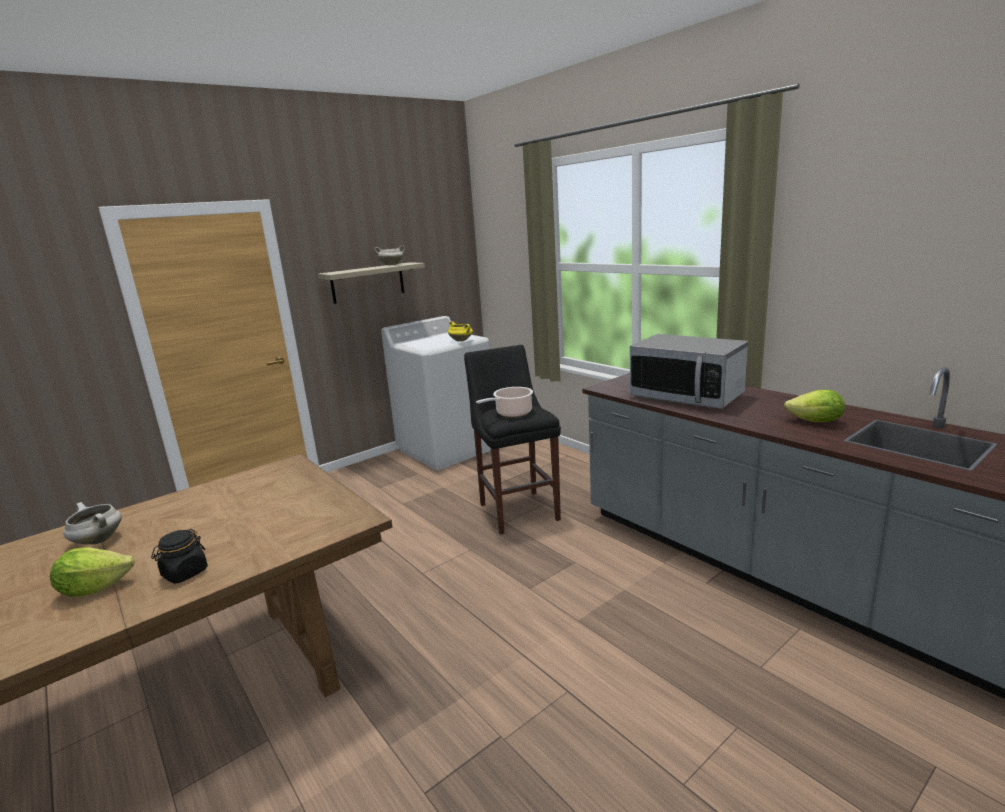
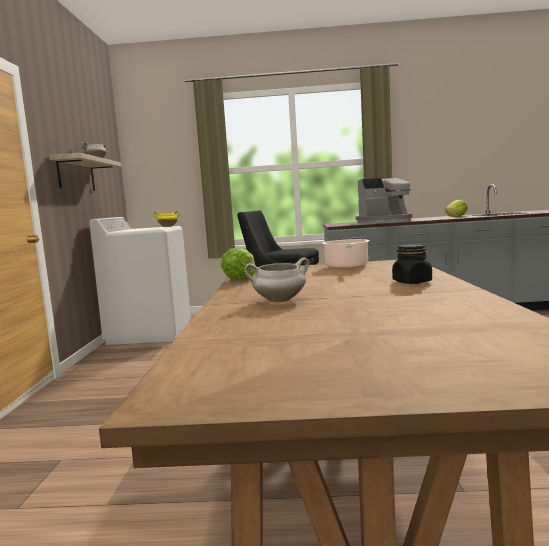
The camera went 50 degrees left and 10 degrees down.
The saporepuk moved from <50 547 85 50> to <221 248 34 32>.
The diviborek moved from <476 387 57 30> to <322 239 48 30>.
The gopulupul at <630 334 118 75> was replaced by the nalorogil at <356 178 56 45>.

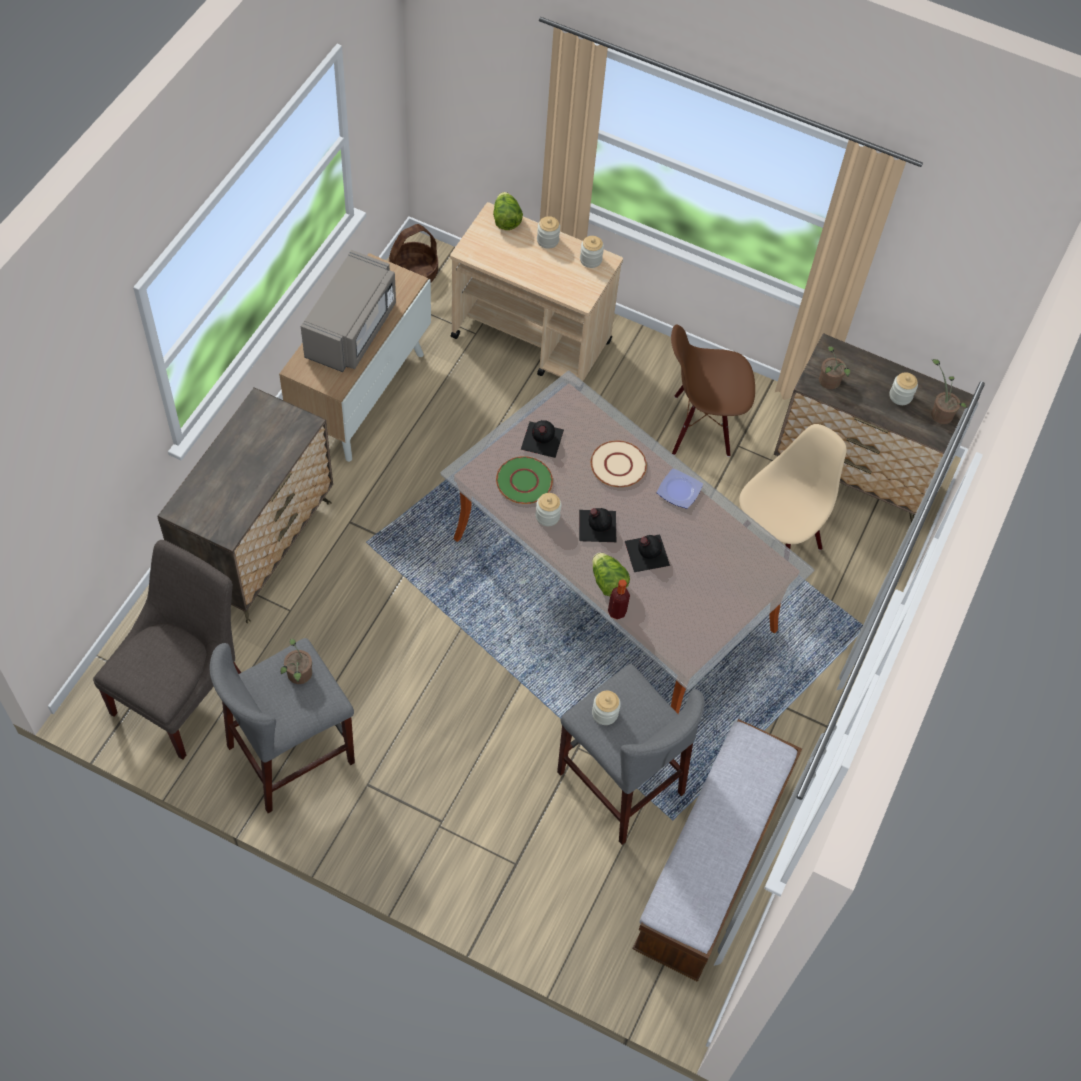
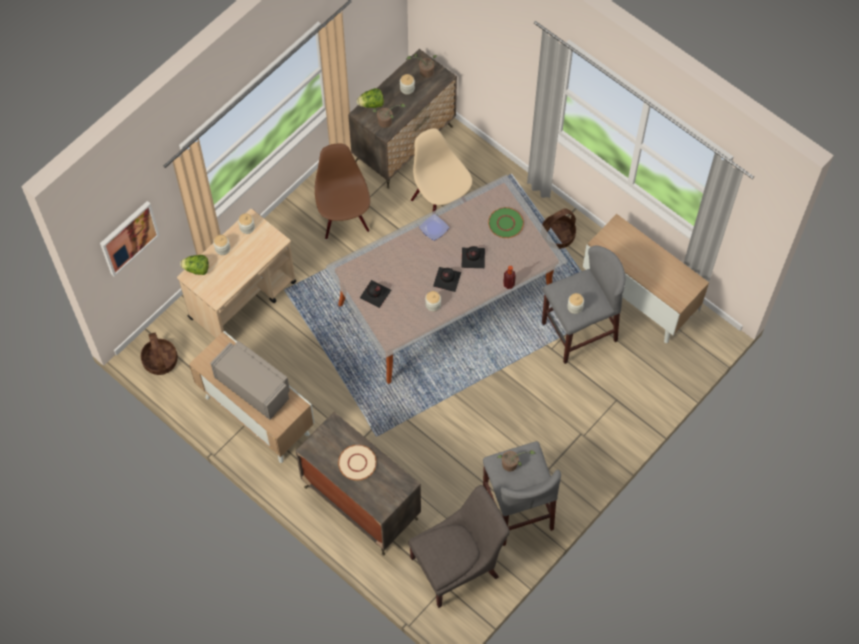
The camera went 70 degrees left and 5 degrees up.
The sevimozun at <100 201 60 76> appeared.
The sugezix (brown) at <671 324 84 133> turned 150 degrees clockwise.
The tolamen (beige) moved from <591 440 56 47> to <338 445 39 35>.
The saporepuk moved from <592 553 38 43> to <357 88 27 20>.
The sugezix (grey) at <93 540 149 220> turned 105 degrees clockwise.
The tolamen (green) moved from <496 456 57 48> to <488 207 36 31>.
The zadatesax at <542 208 34 41> appeared.
The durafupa at <632 719 170 263> was replaced by the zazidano at <583 214 126 130>.

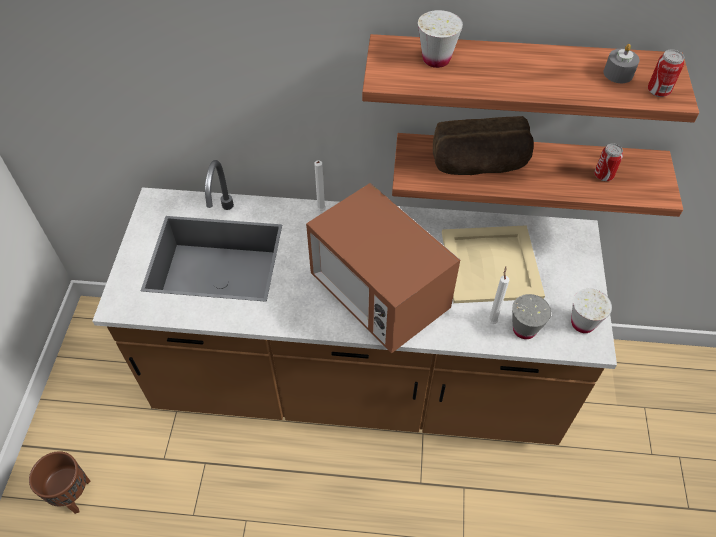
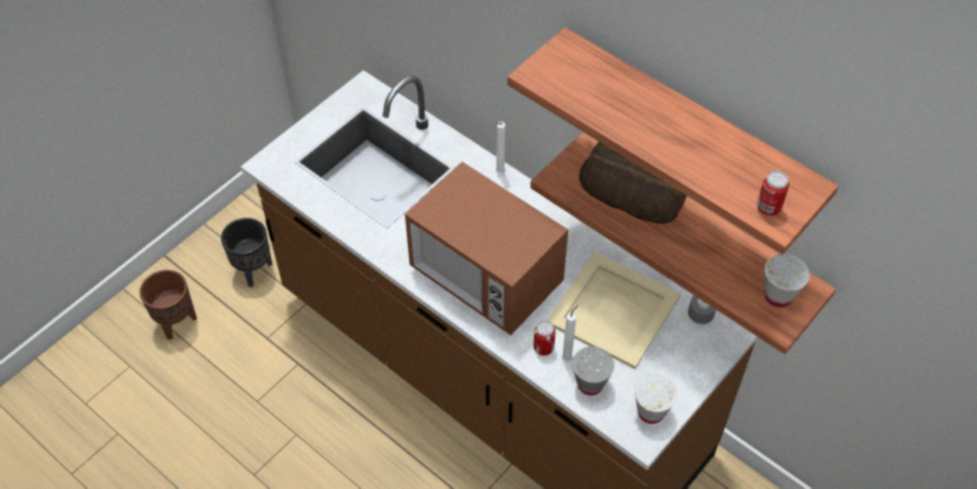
The camera went 35 degrees right and 0 degrees up.
The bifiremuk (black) at <221 218 51 69> appeared.
The gopulupul at <306 183 154 171> turned 45 degrees counterclockwise.
The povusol moved from <594 143 29 38> to <533 321 23 35>.
The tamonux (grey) moved from <604 44 36 39> to <688 295 28 29>.
The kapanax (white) moved from <418 10 45 58> to <765 254 45 53>.

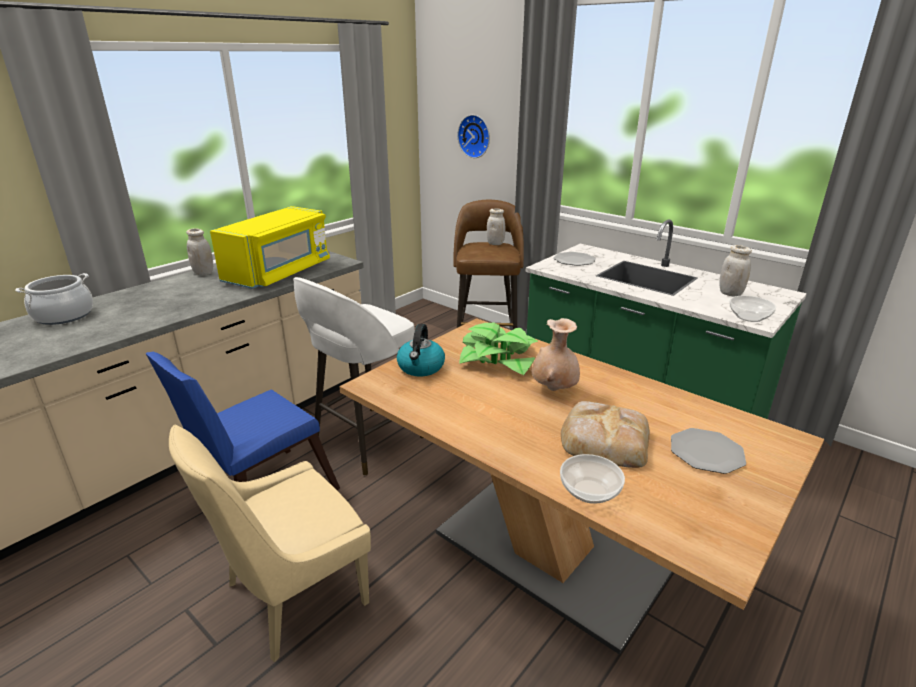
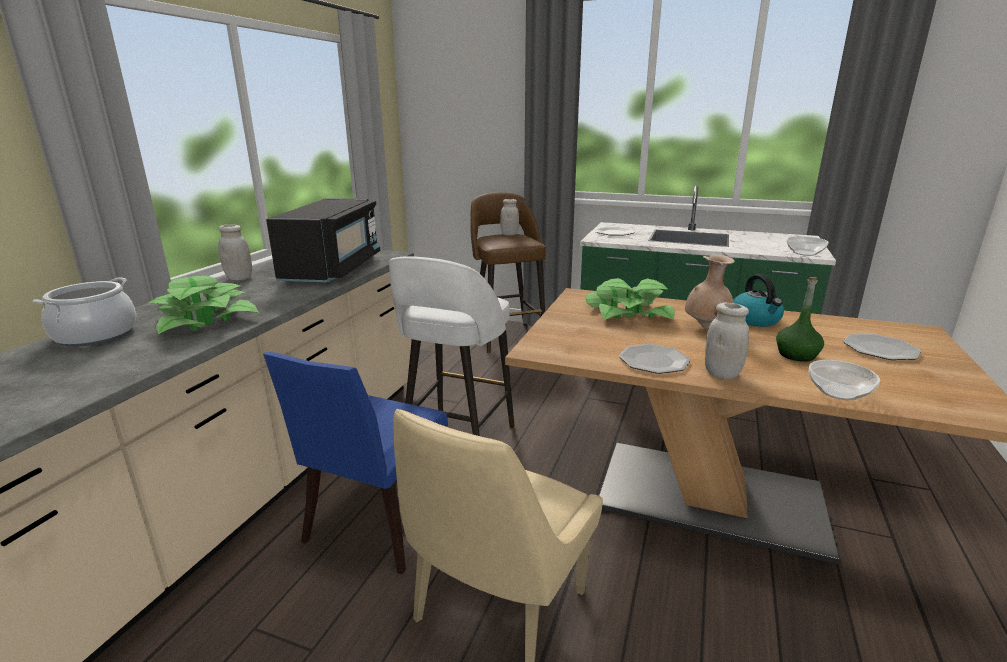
The camera went 20 degrees left and 5 degrees down.
The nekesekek at <148 276 110 58> appeared.
The gopulupul (yellow) at <210 206 120 83> became the gopulupul (black) at <266 198 114 84>.
The tolamen at <619 344 71 30> appeared.
The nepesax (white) moved from <719 245 33 52> to <705 302 44 77>.
The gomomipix moved from <397 324 48 52> to <733 274 51 53>.
The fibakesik at <561 401 89 67> was replaced by the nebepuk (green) at <776 277 48 85>.
The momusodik at <458 115 32 43> disappeared.

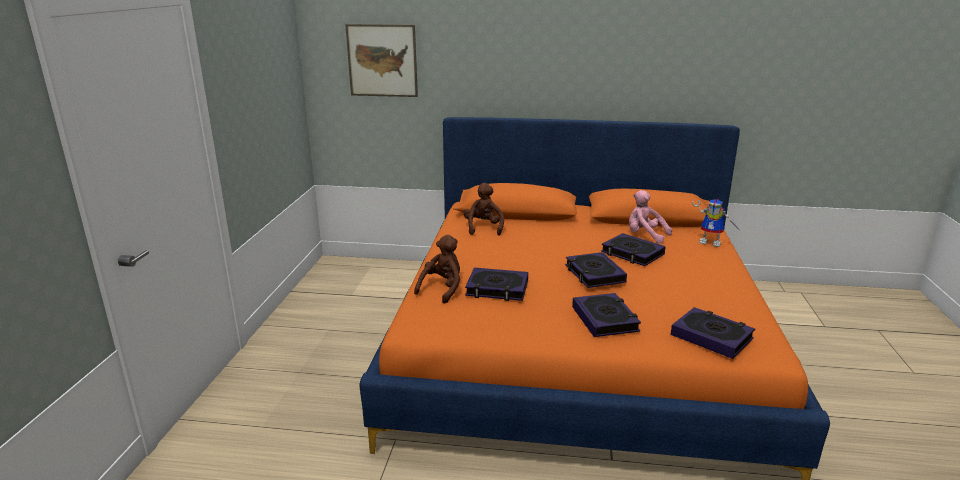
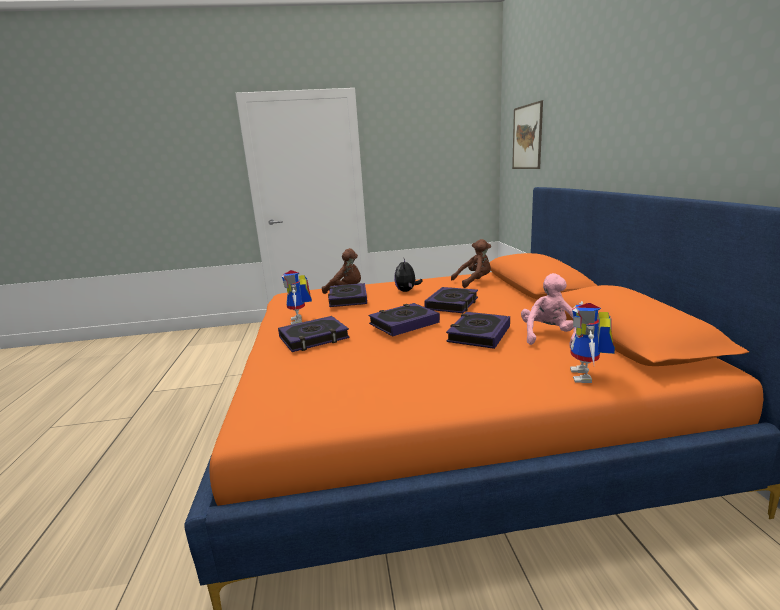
The camera went 75 degrees right and 5 degrees down.
The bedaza at <281 270 31 55> appeared.
The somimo at <394 259 29 33> appeared.
The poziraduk moved from <671 307 84 52> to <424 287 54 26>.

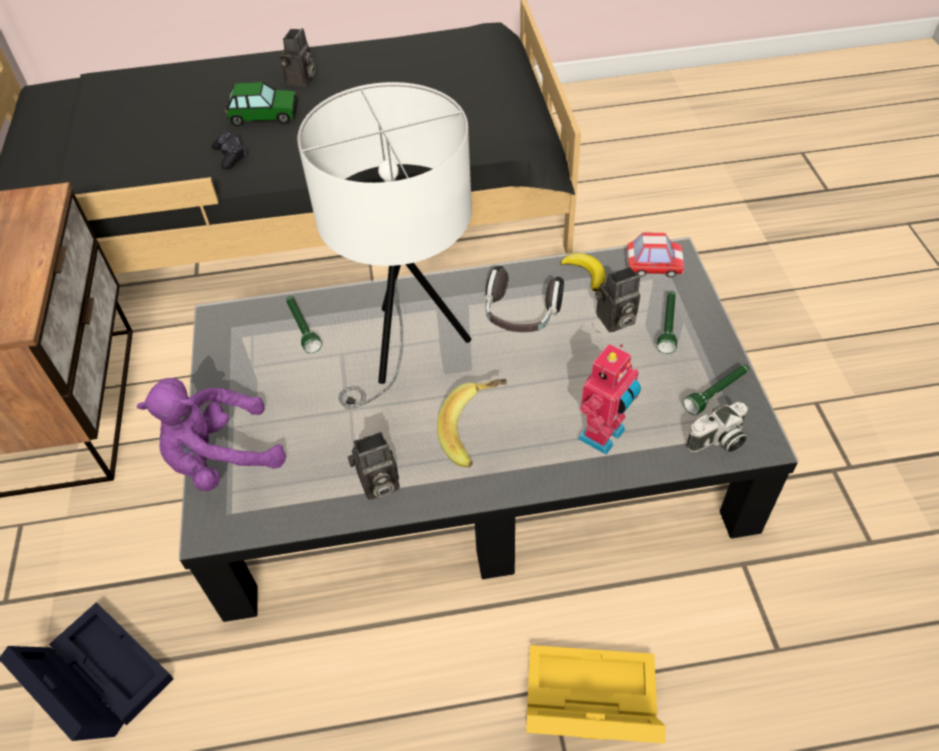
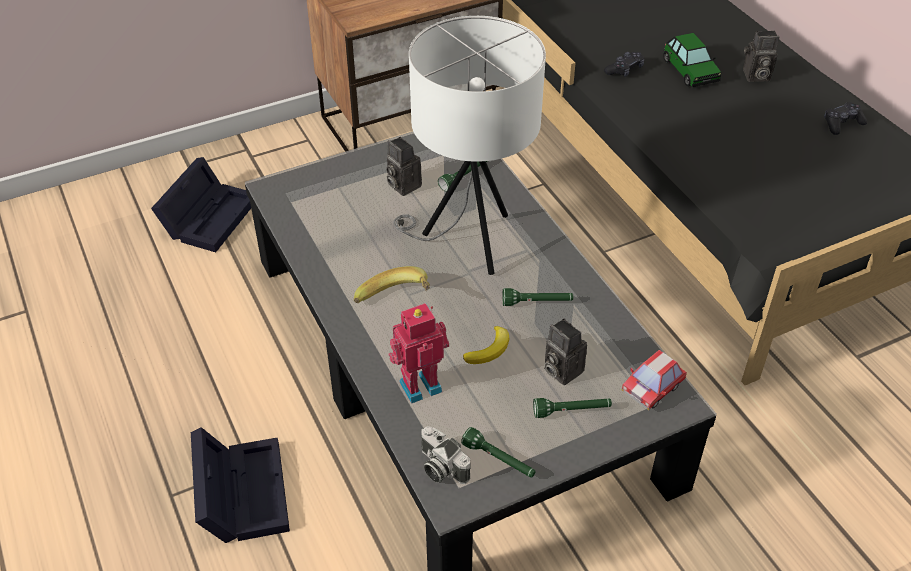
The camera went 70 degrees right and 5 degrees down.
The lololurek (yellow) at <526 645 139 99> became the lololurek (black) at <191 427 99 116>.
The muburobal moved from <348 432 51 68> to <386 137 36 59>.
The bedaza at <578 344 63 111> turned 135 degrees clockwise.
The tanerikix moved from <560 253 46 38> to <463 326 46 38>.
The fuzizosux at <485 266 79 66> was replaced by the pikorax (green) at <503 288 70 18>.
The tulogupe at <626 232 58 45> turned 60 degrees clockwise.
The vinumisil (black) at <824 102 43 33> appeared.
The somimo (purple) at <137 378 149 113> disappeared.

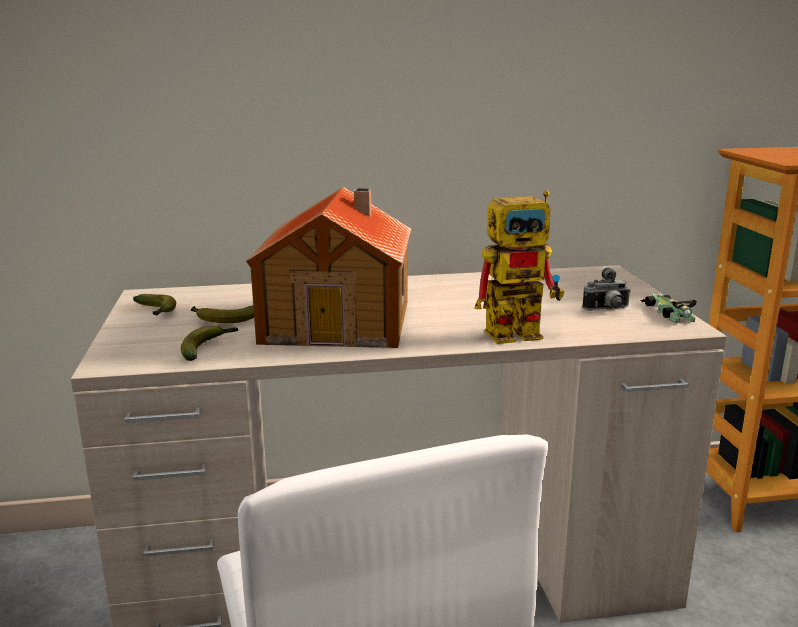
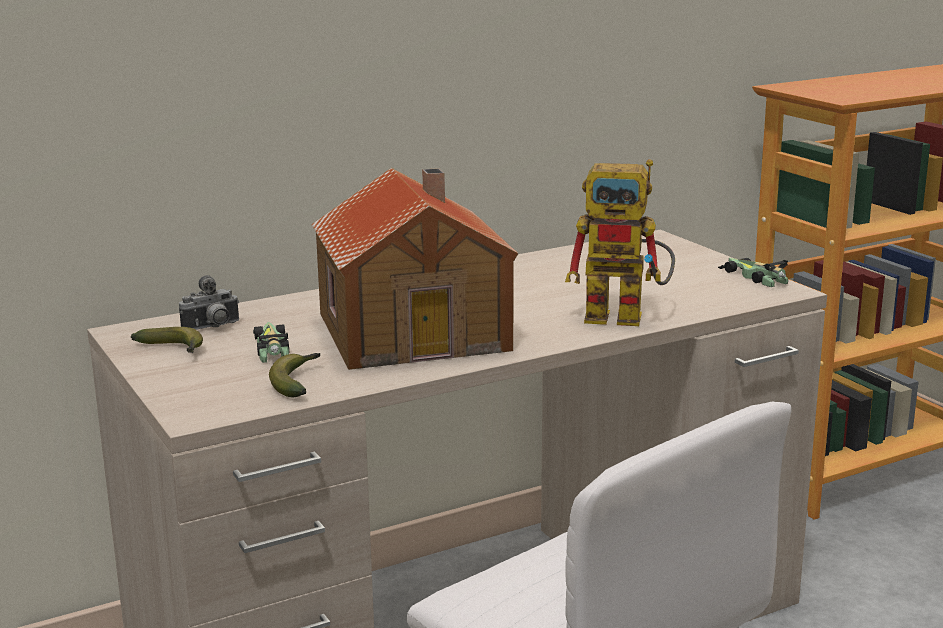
The camera went 20 degrees left and 0 degrees up.
The muburobal moved from <582 267 49 44> to <179 275 60 55>.
The tanerikix at <191 306 63 17> was replaced by the tulogupe at <253 322 36 41>.
The bedaza at <475 190 89 154> turned 45 degrees clockwise.

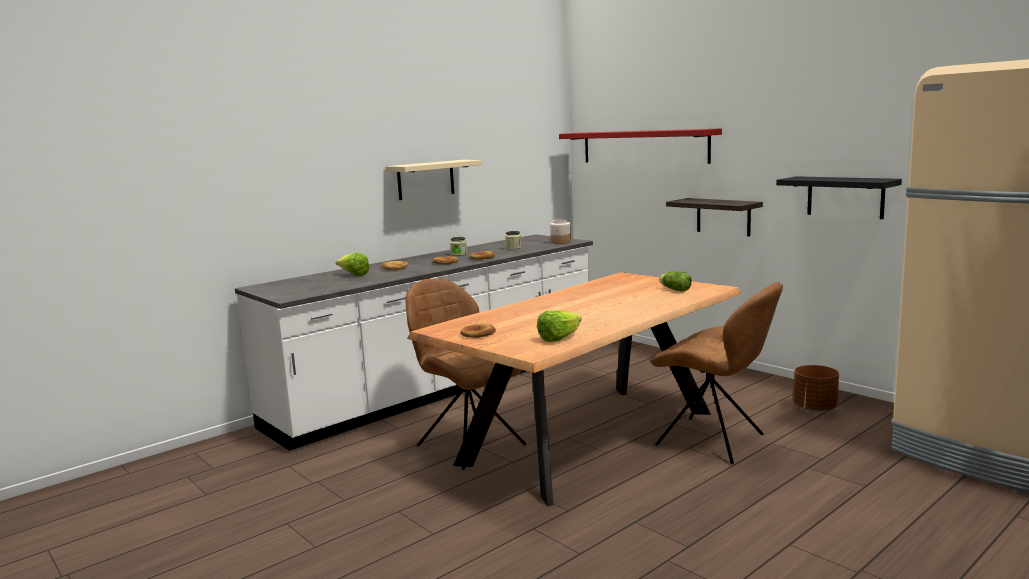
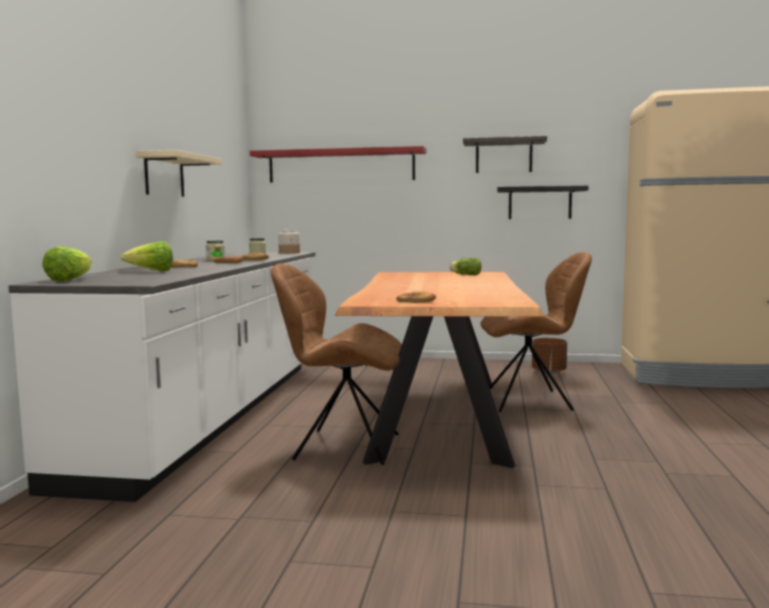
The camera went 40 degrees left and 5 degrees down.
The saporepuk moved from <537 311 45 31> to <42 246 49 36>.
The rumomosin moved from <666 198 97 38> to <463 136 84 37>.

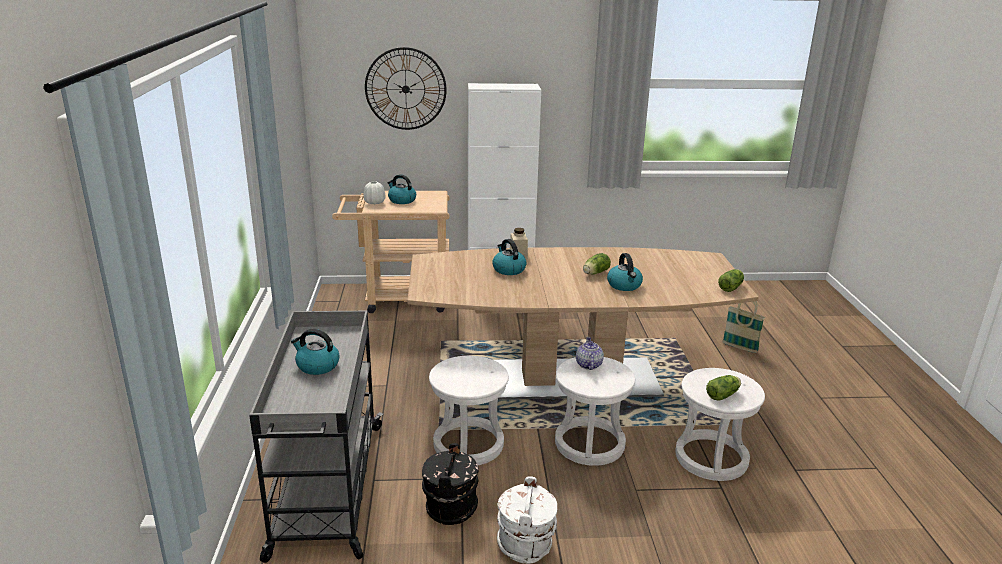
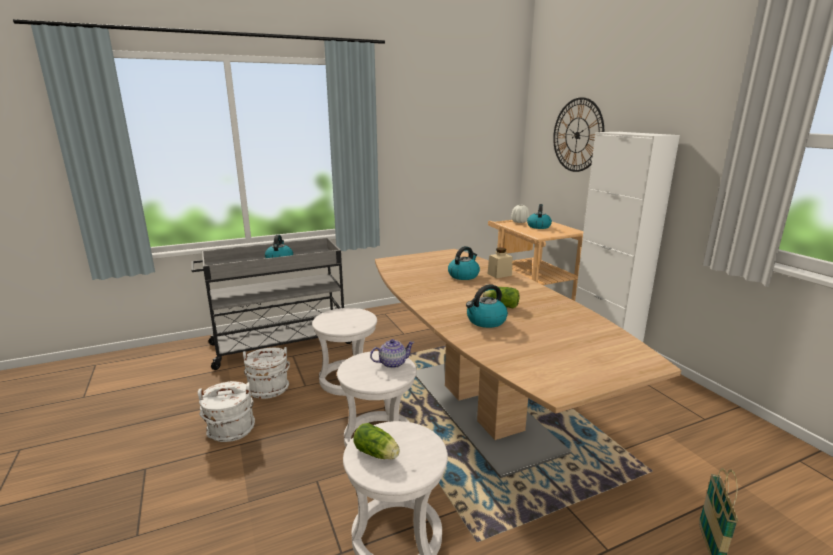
The camera went 70 degrees right and 5 degrees down.
The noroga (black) at <422 443 57 82> became the noroga (white) at <243 347 47 52>.
The saporepuk at <718 269 26 23> disappeared.

